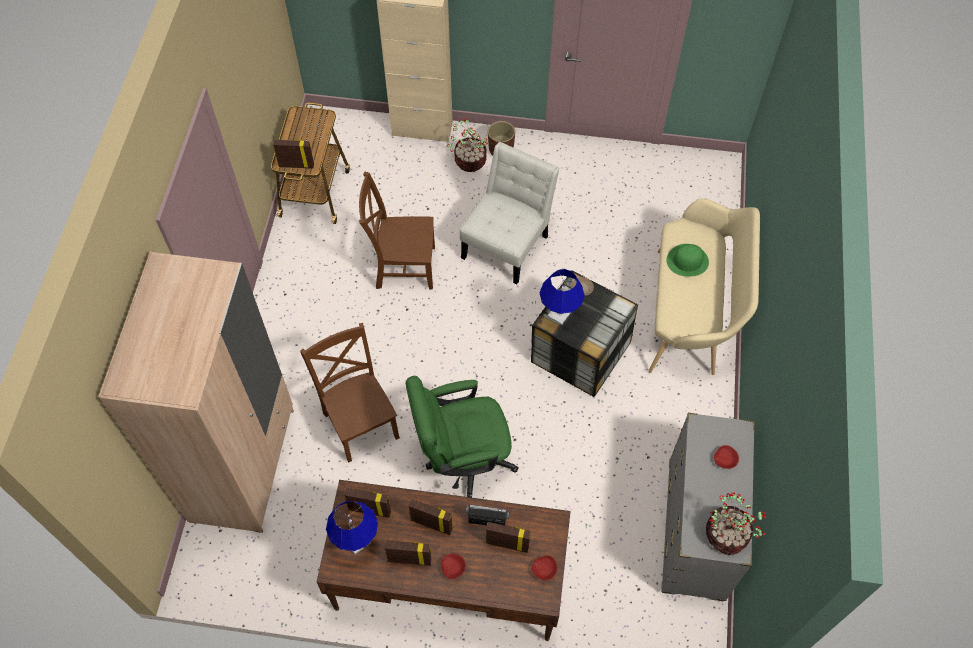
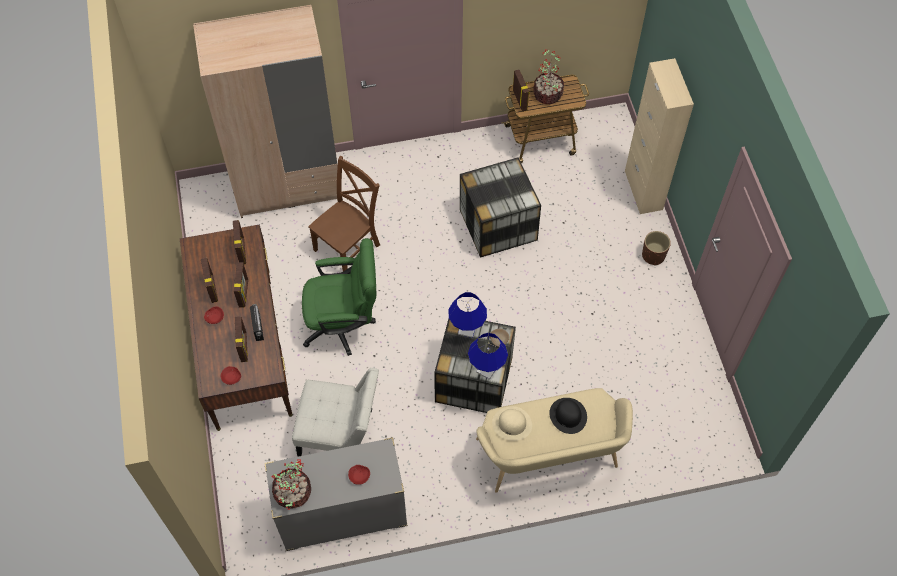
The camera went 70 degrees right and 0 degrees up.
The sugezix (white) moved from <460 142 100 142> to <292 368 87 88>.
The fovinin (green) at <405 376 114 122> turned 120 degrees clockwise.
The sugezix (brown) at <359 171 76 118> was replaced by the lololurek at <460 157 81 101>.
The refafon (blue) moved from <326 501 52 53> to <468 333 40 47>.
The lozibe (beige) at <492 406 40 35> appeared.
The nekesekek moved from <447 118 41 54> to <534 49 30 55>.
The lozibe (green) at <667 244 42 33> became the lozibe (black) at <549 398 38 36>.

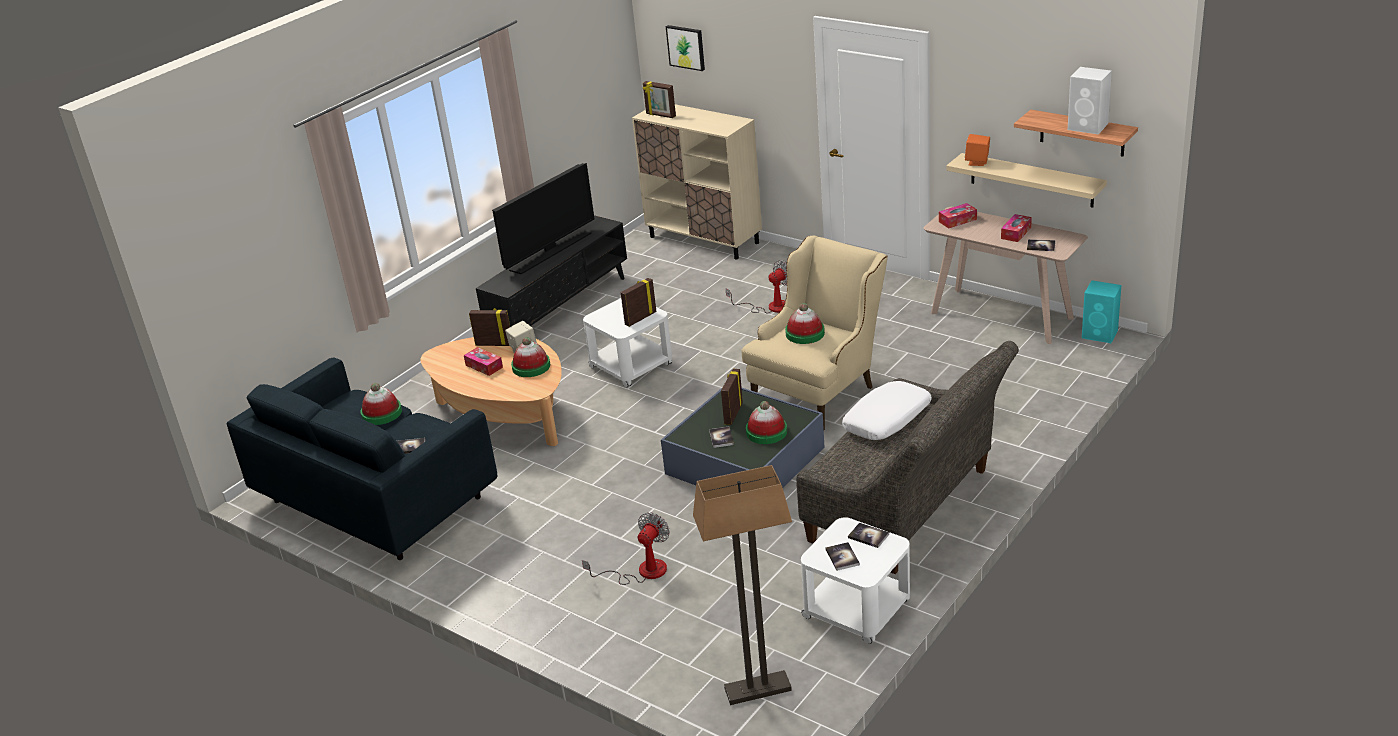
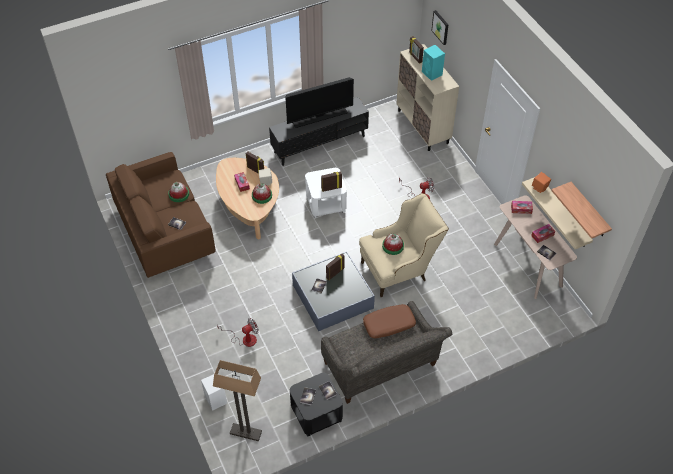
The camera went 25 degrees right and 20 degrees up.
The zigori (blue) at <226 357 271 203> became the zigori (brown) at <106 152 110 126>.
The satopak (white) moved from <1068 67 44 67> to <201 374 26 37>.
The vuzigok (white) at <801 517 109 127> became the vuzigok (black) at <290 373 53 63>.
The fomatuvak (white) at <842 381 90 59> became the fomatuvak (brown) at <363 304 53 34>.
The satopak (turquoise) moved from <1082 280 39 63> to <422 45 23 36>.
The lozibe at <746 401 41 43> disappeared.

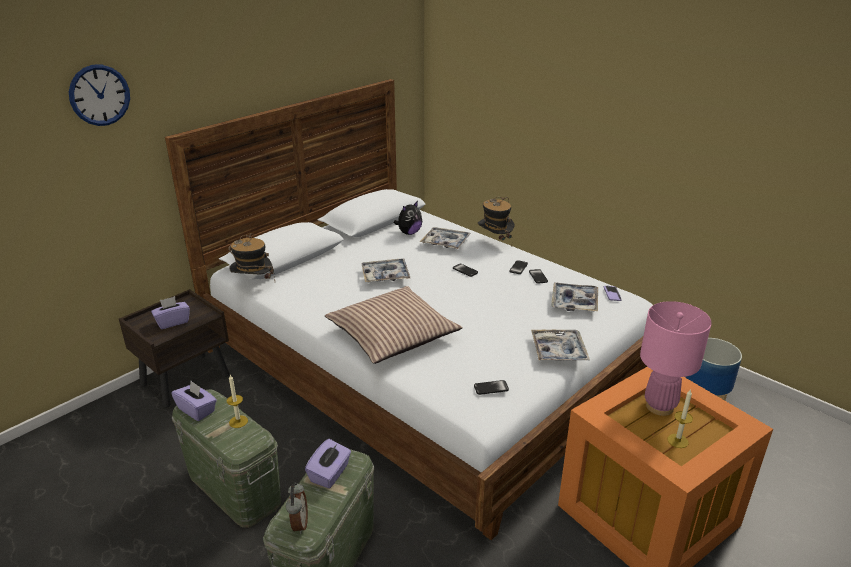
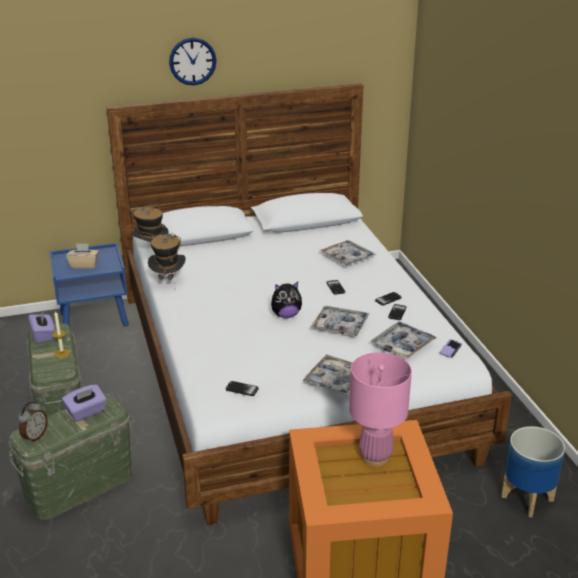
The camera went 30 degrees right and 0 degrees up.
The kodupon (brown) at <119 289 110 119> became the kodupon (blue) at <50 242 79 85>.
The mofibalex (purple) at <151 296 39 33> became the mofibalex (beige) at <66 243 33 26>.
The lozibe moved from <478 197 37 51> to <148 233 38 47>.
The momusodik moved from <69 65 61 61> to <169 37 47 48>.
The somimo moved from <394 201 28 34> to <271 282 31 36>.
The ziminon moved from <361 259 49 24> to <311 306 59 30>.
The fomatuvak at <325 286 138 78> disappeared.
The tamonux at <667 389 26 59> disappeared.

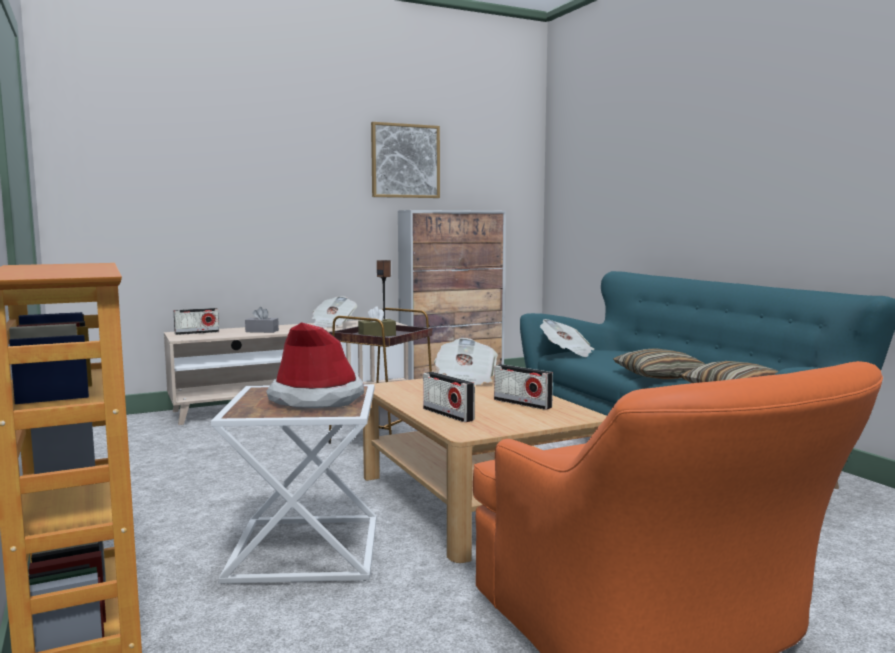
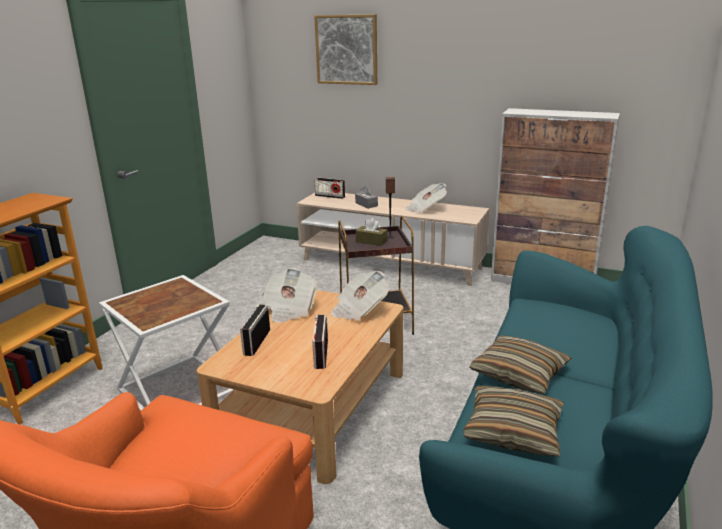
The camera went 50 degrees right and 15 degrees up.
The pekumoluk moved from <540 319 54 38> to <262 268 56 55>.
The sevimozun moved from <371 122 69 76> to <314 14 63 71>.
The lozibe at <266 322 98 86> disappeared.

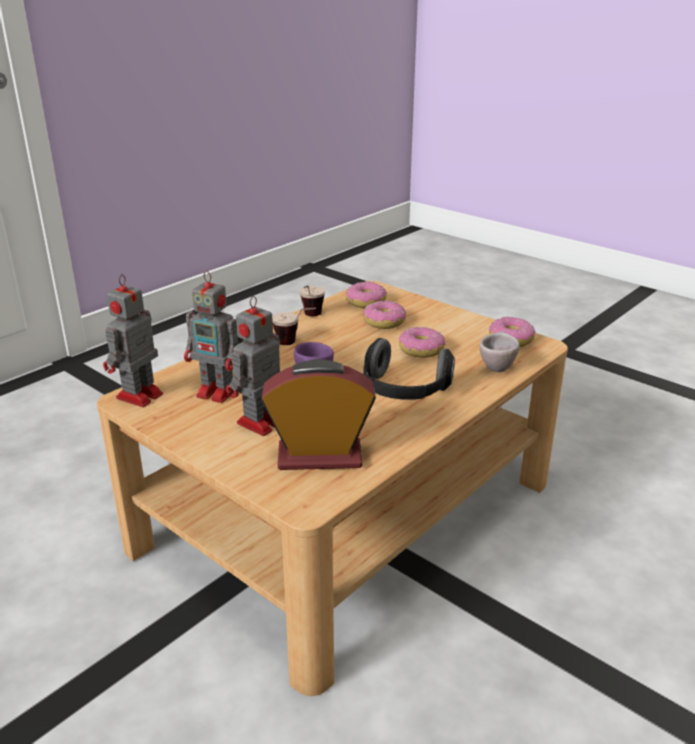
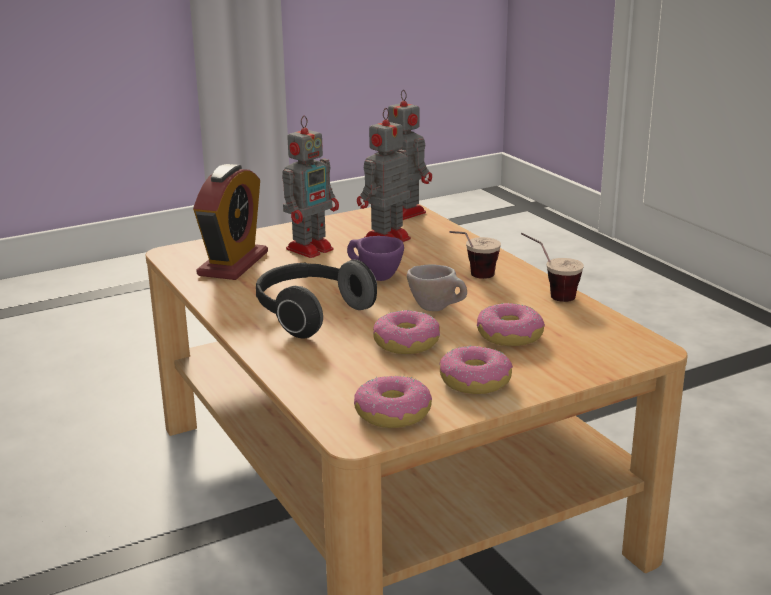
The camera went 110 degrees right and 5 degrees down.
The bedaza at <226 296 54 140> turned 75 degrees clockwise.
The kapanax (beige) moved from <480 331 40 41> to <407 264 60 47>.
The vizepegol moved from <346 281 41 27> to <439 345 74 49>.

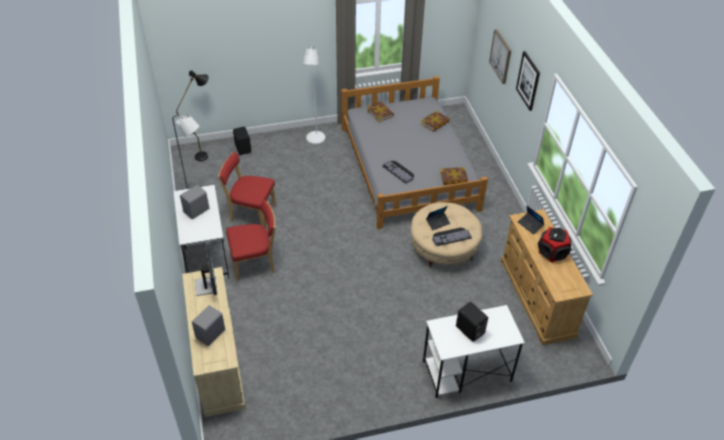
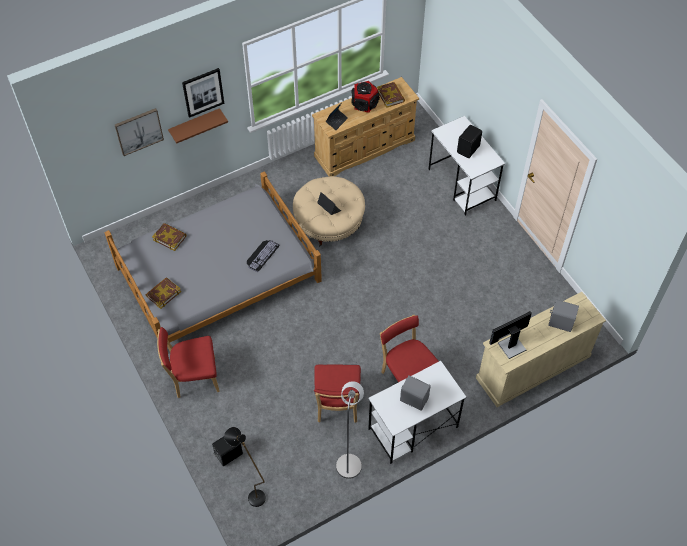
The camera went 105 degrees left and 10 degrees up.
The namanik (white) at <302 46 23 99> was replaced by the sugezix (red) at <157 327 63 71>.
The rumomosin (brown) at <168 108 60 36> appeared.
The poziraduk moved from <440 167 28 18> to <377 82 28 26>.
The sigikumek at <432 227 40 19> disappeared.

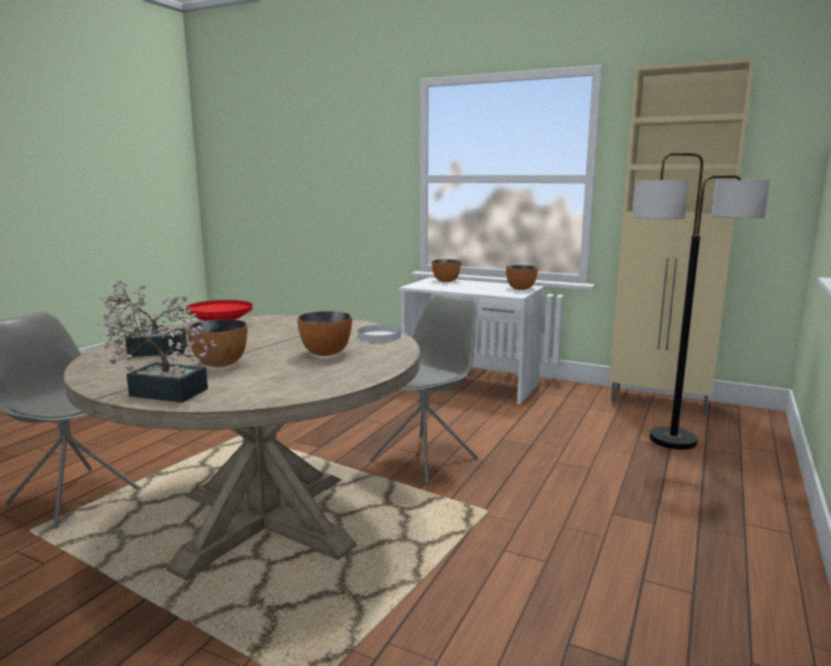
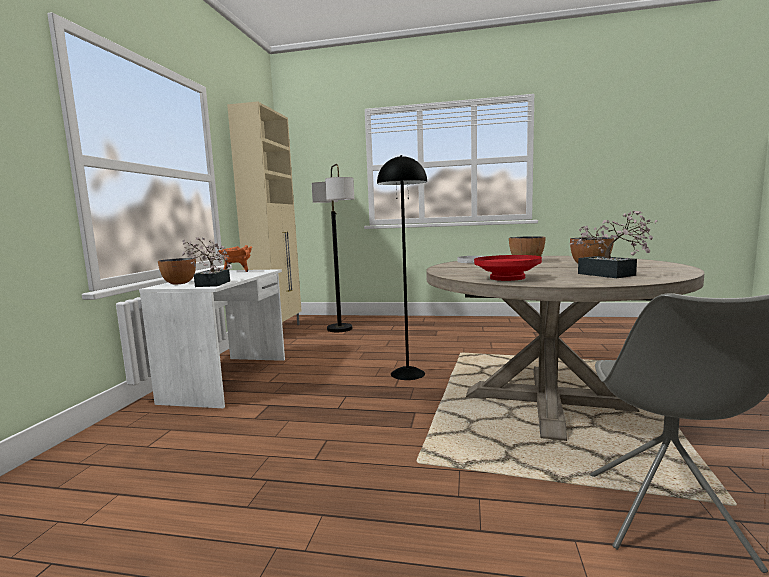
The camera went 105 degrees left and 5 degrees down.
The nekesekek moved from <97 301 121 102> to <182 237 48 50>.
The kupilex at <506 265 32 25> was replaced by the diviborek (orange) at <219 245 33 27>.
The sugezix (grey) at <370 294 108 191> was replaced by the namanik (black) at <377 155 50 225>.

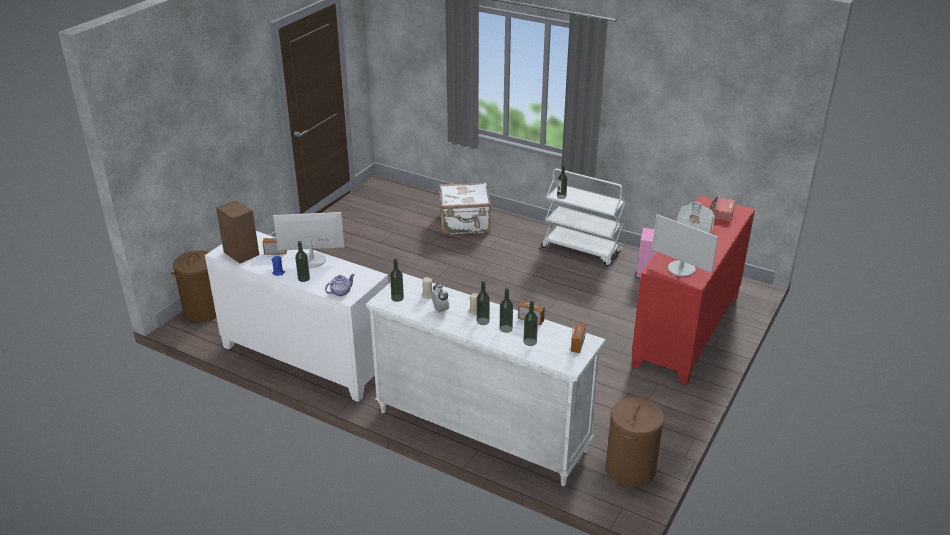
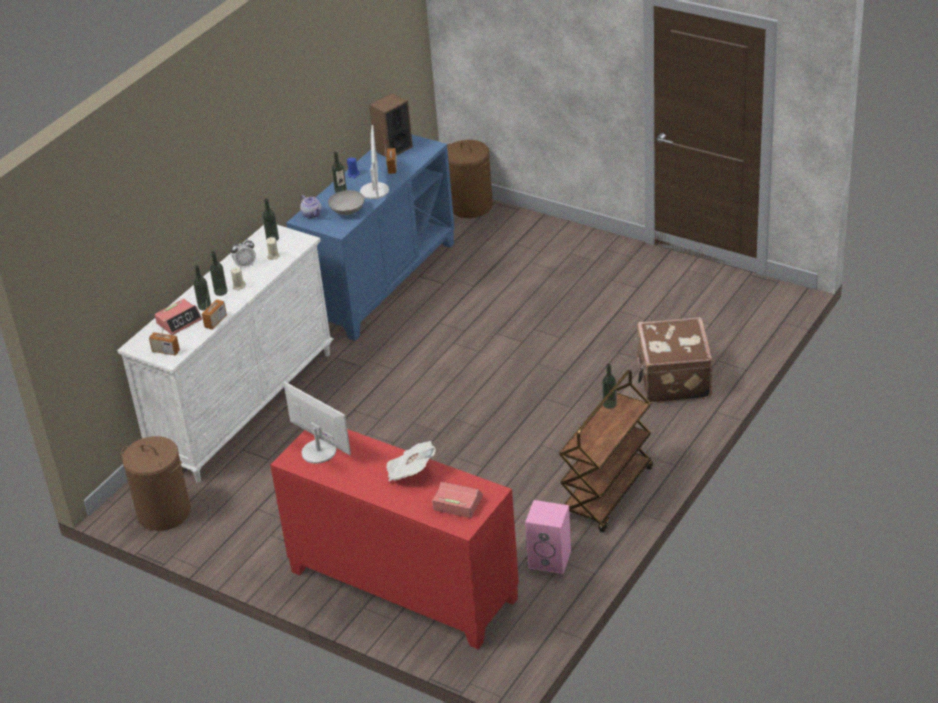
The camera went 95 degrees right and 5 degrees up.
The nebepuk at <523 301 15 45> was replaced by the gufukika at <155 299 47 36>.
The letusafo at <652 214 66 63> turned 90 degrees clockwise.
The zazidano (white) at <205 231 184 171> became the zazidano (blue) at <286 134 169 207>.
The kupilex (grey) at <328 190 37 25> appeared.
The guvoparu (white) at <541 168 85 98> became the guvoparu (brown) at <559 370 94 162>.
The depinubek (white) at <439 182 52 53> became the depinubek (brown) at <635 317 77 87>.

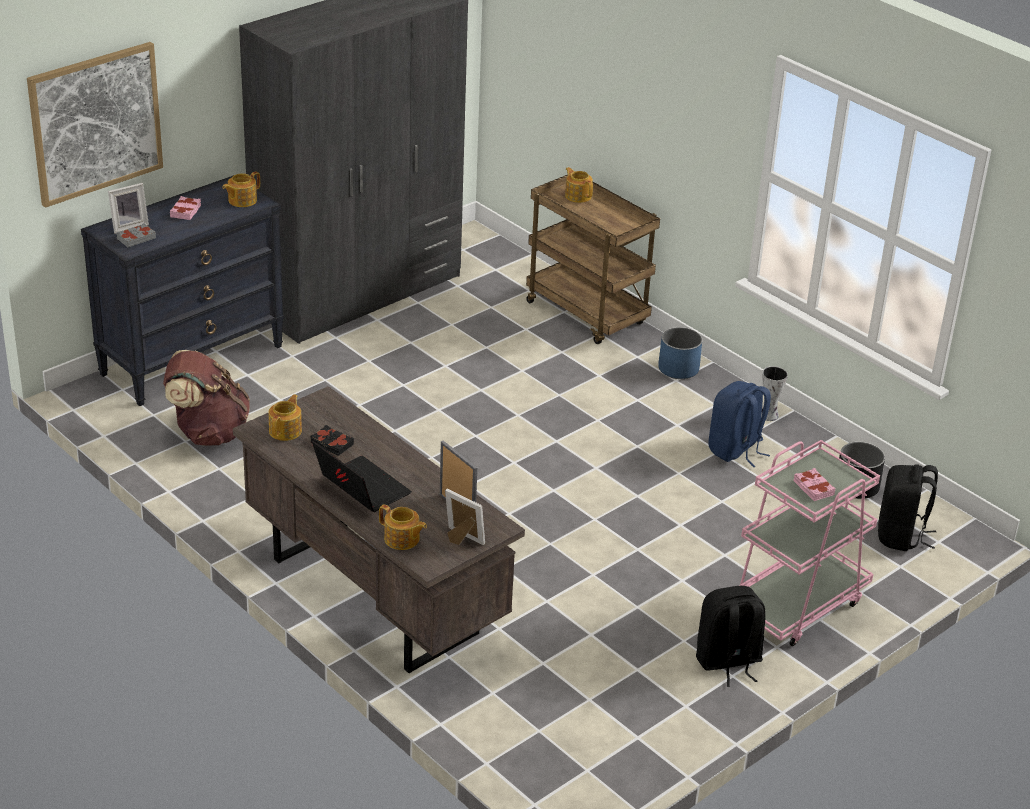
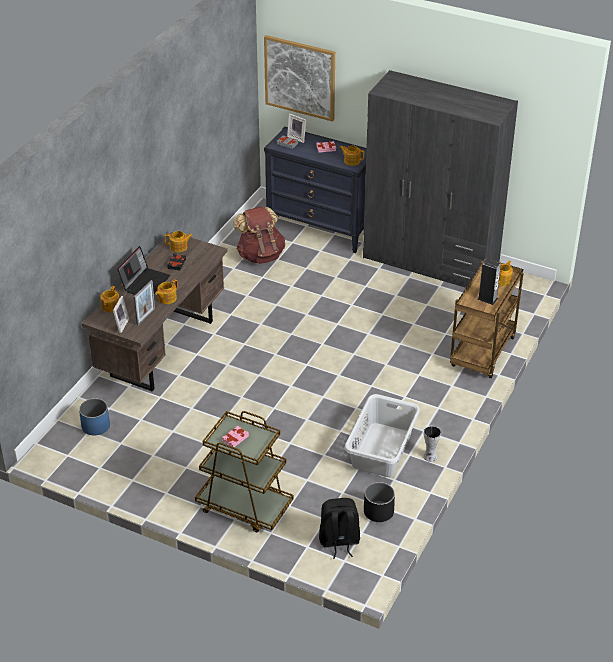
The camera went 70 degrees right and 5 degrees up.
The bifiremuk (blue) moved from <658 327 44 52> to <79 398 31 37>.
The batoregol at <155 279 23 25> appeared.
The guvoparu (pink) at <739 440 141 206> became the guvoparu (brown) at <195 411 99 121>.
The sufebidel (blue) at <709 381 62 86> was replaced by the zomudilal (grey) at <344 394 76 83>.
The satopak at <478 259 23 46> appeared.
The sufebidel (black) at <696 586 70 101> disappeared.

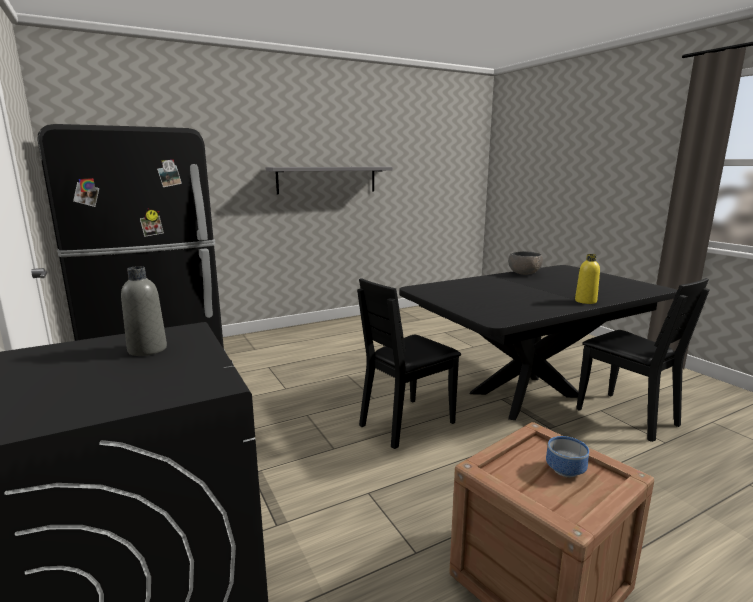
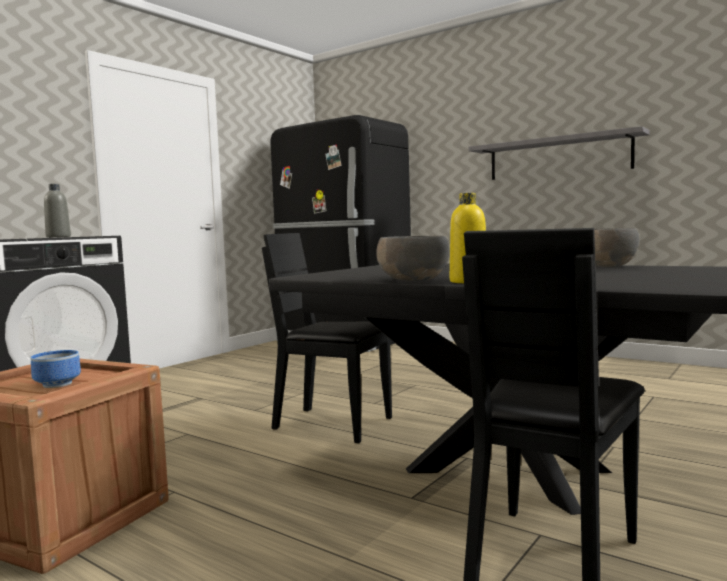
The camera went 65 degrees right and 10 degrees down.
The kupilex (grey) at <376 236 73 45> appeared.

